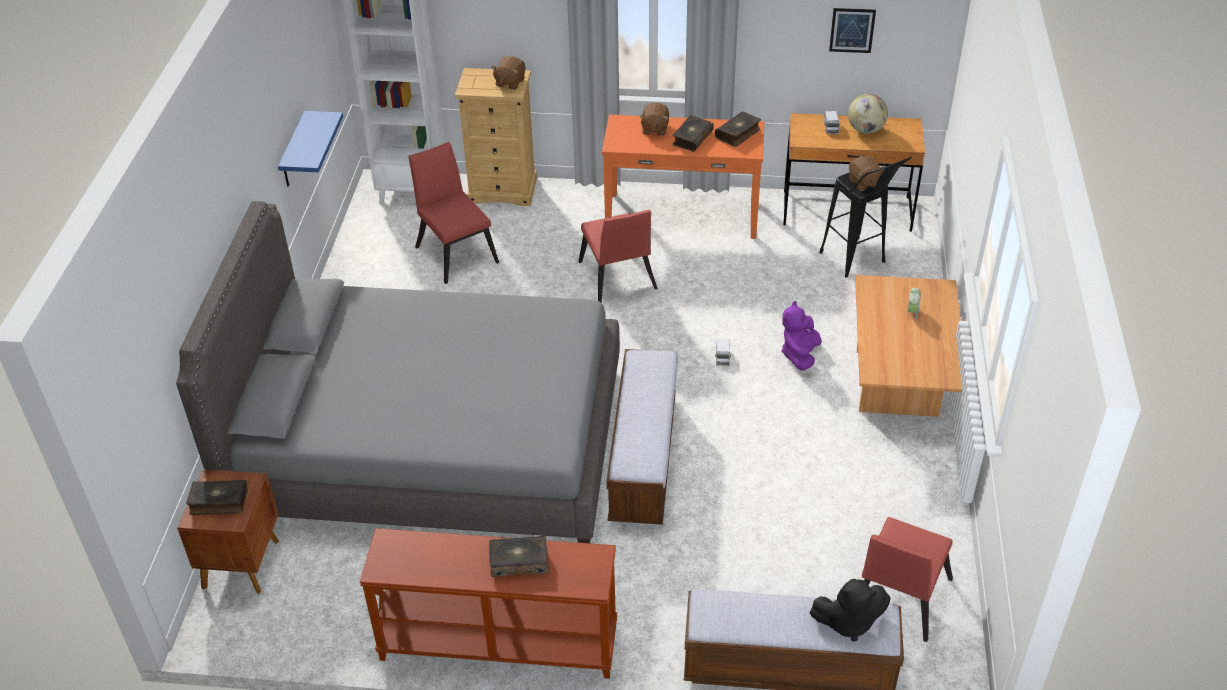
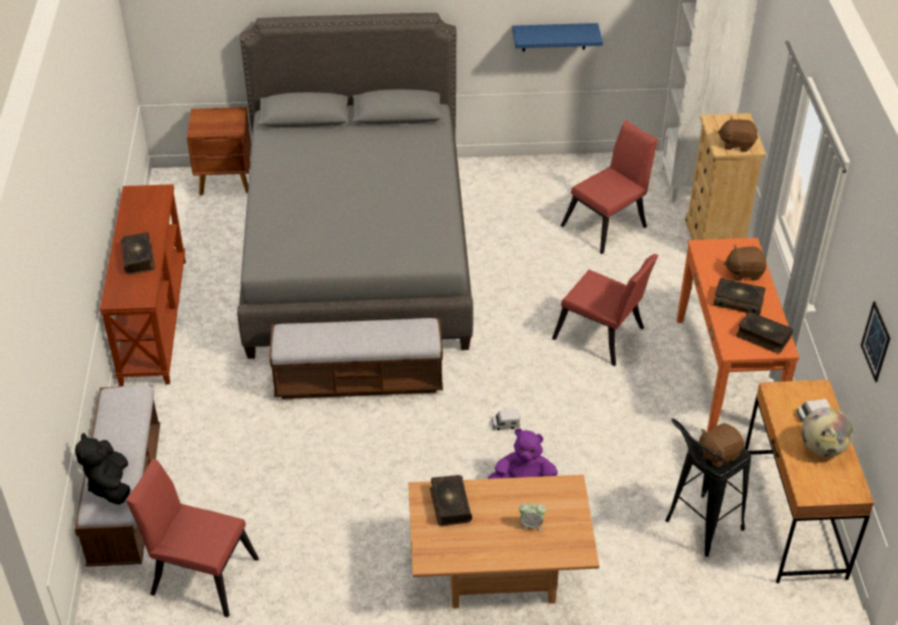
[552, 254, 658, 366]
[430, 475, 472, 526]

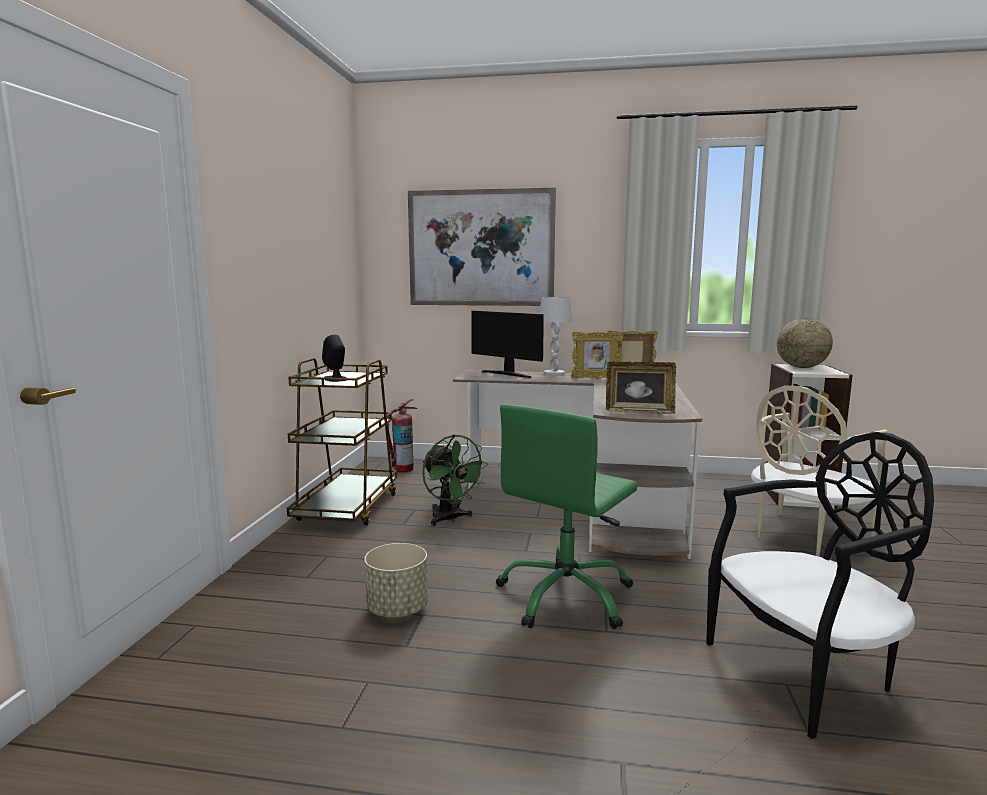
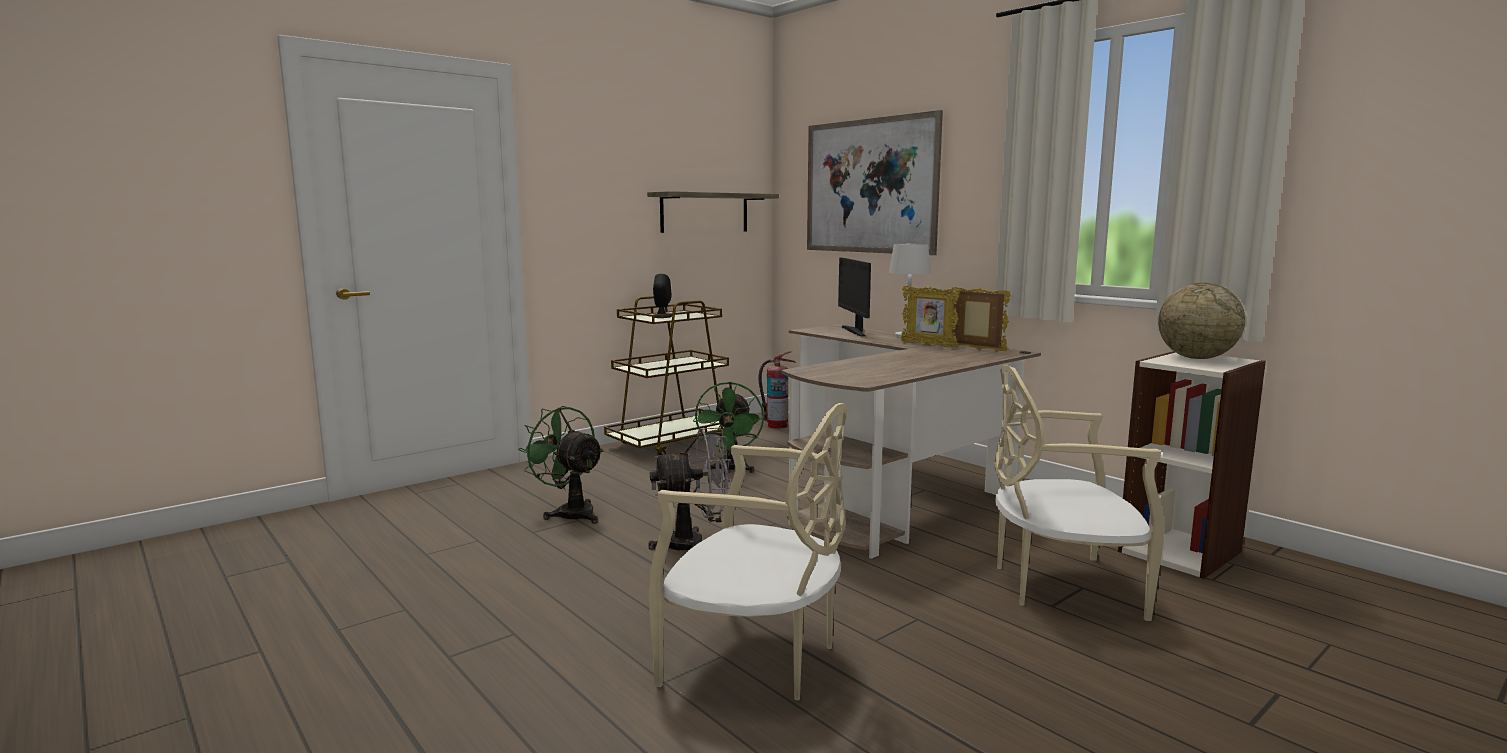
[606, 362, 676, 414] (first image)
[648, 428, 732, 551]
[648, 403, 848, 700]
[518, 406, 604, 524]
[647, 191, 779, 233]

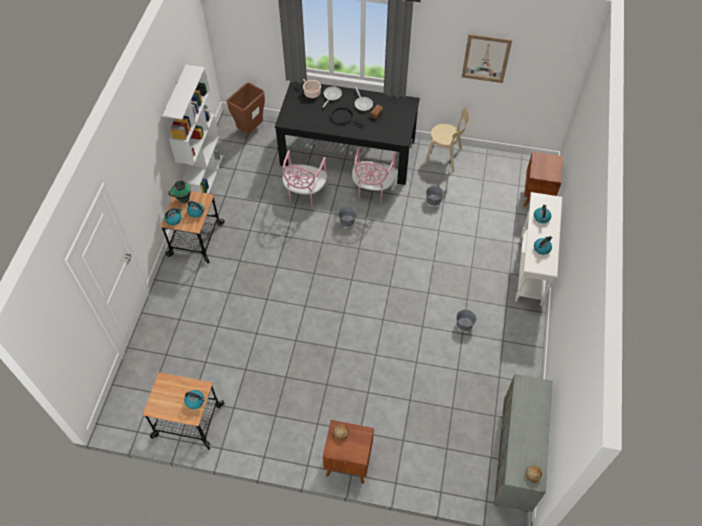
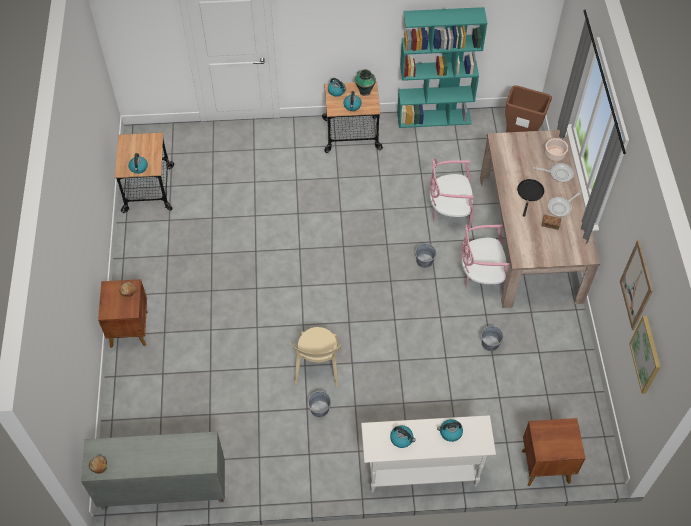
[397, 7, 487, 128]
[480, 130, 600, 308]
[289, 327, 341, 387]
[629, 316, 661, 394]

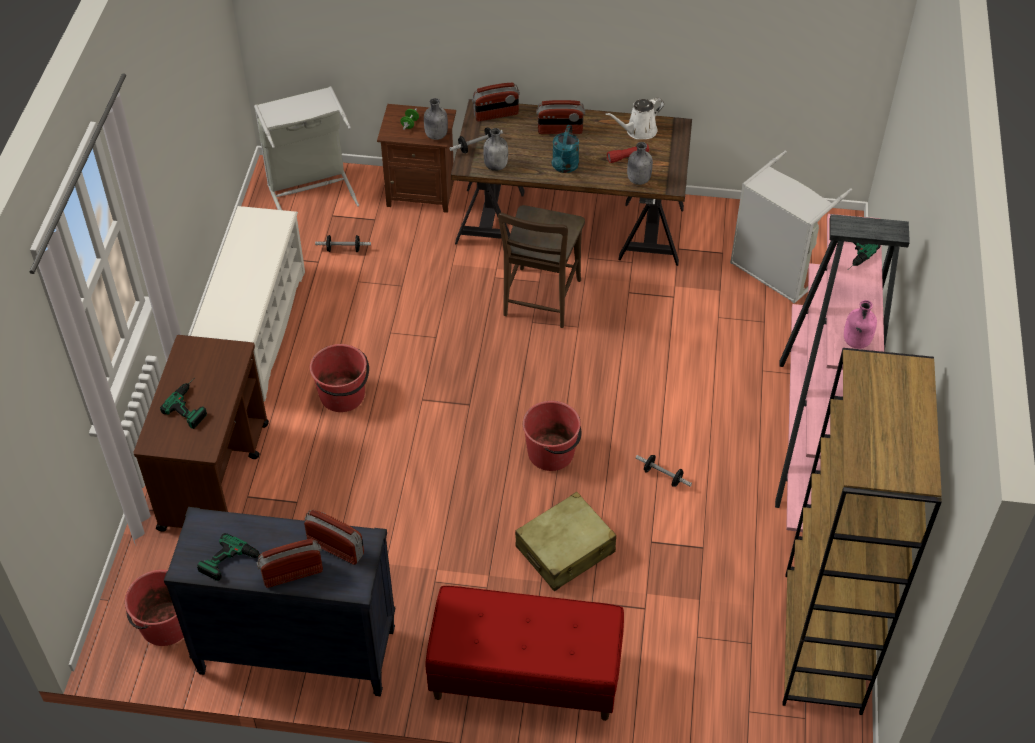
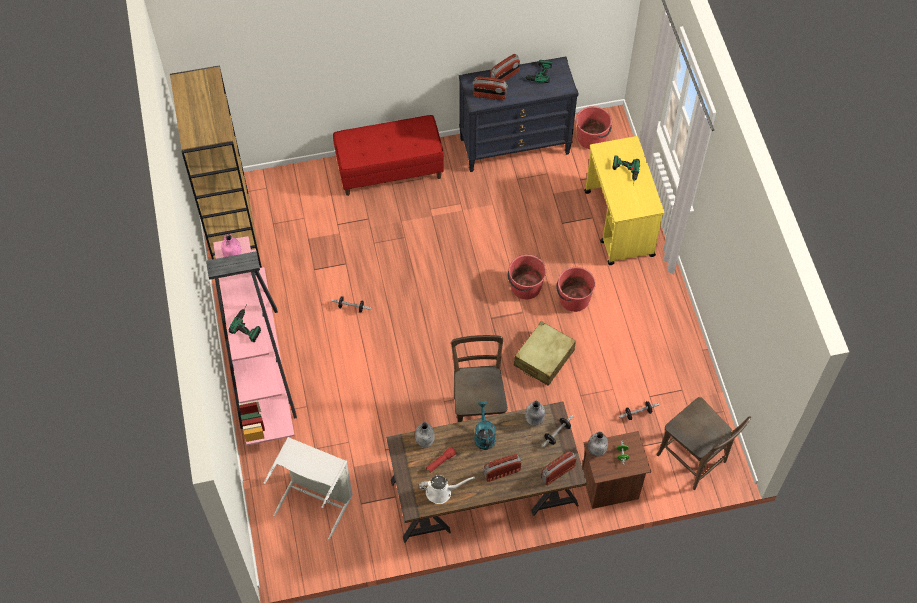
[656, 397, 751, 490]
[419, 475, 475, 504]
[191, 206, 305, 402] (first image)
[584, 136, 664, 265]
[508, 254, 546, 300]
[514, 321, 576, 386]

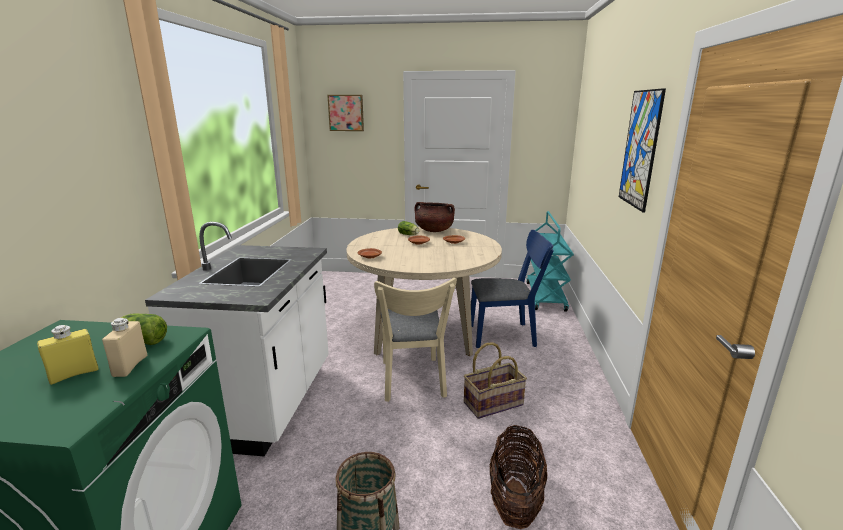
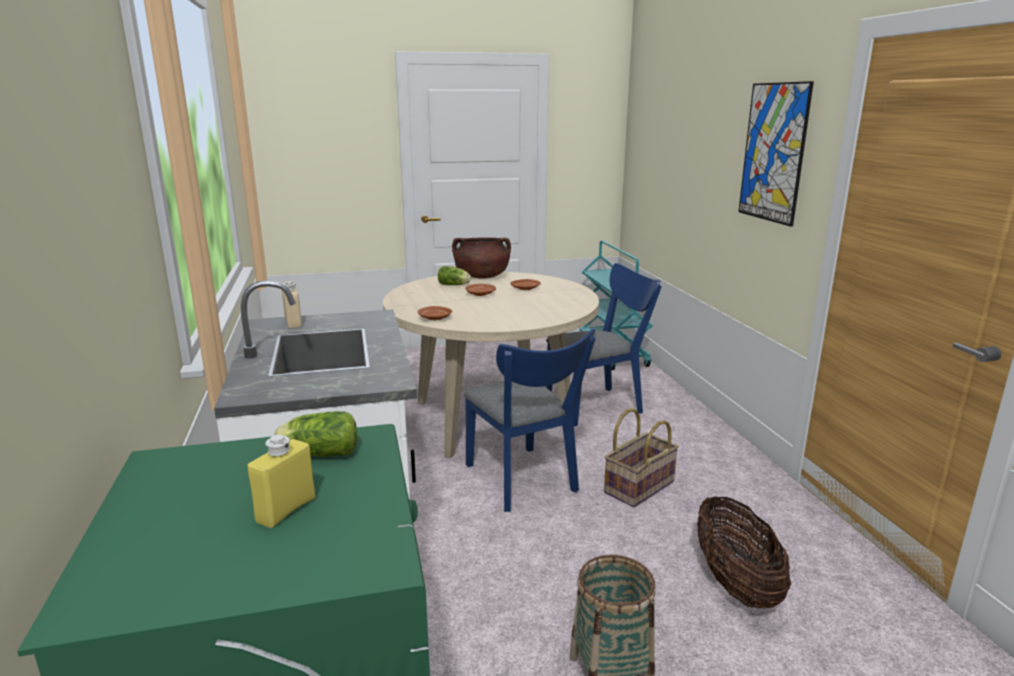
[327, 95, 364, 131] (first image)
[464, 328, 595, 512]
[282, 281, 302, 328]

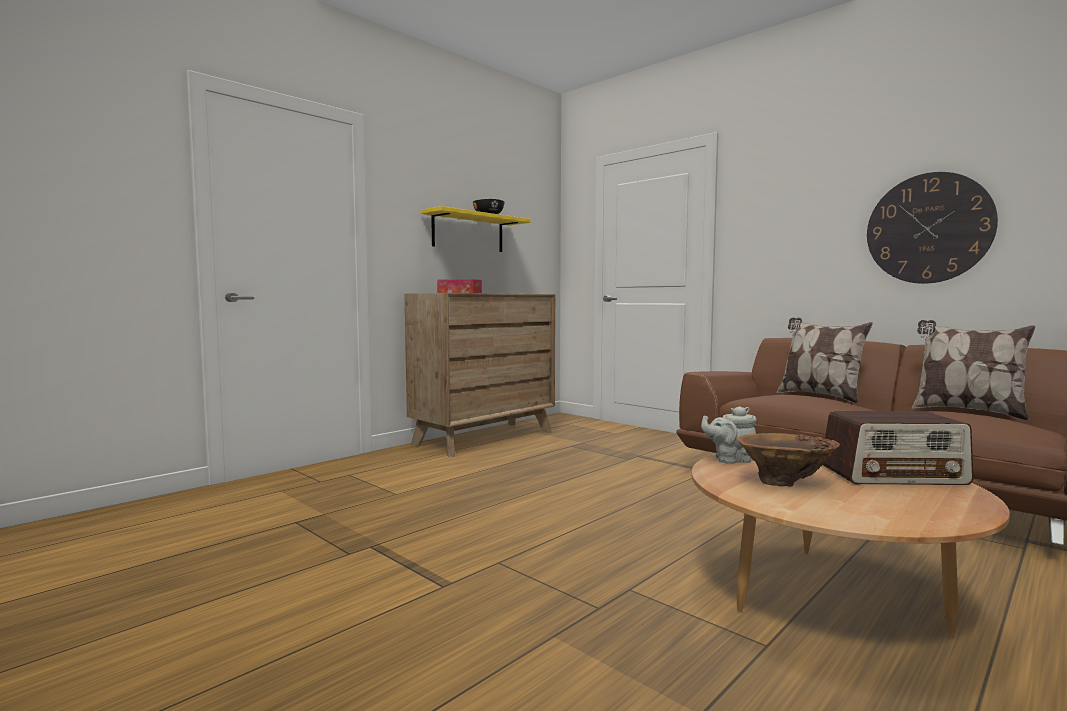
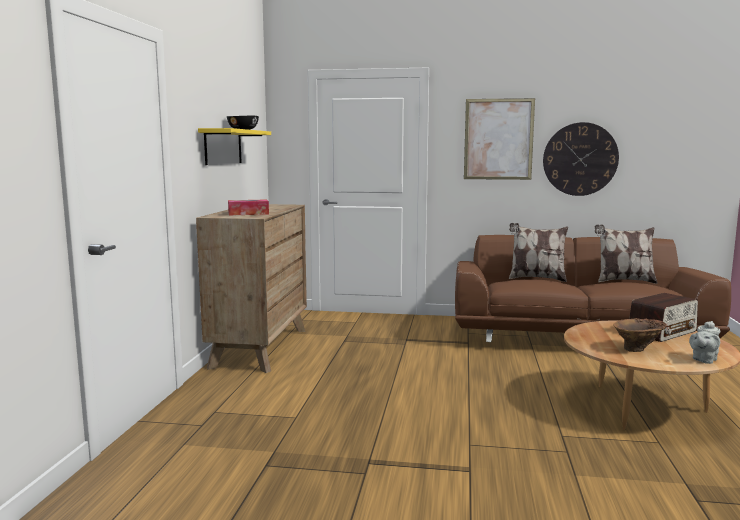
[689, 321, 720, 364]
[464, 98, 535, 180]

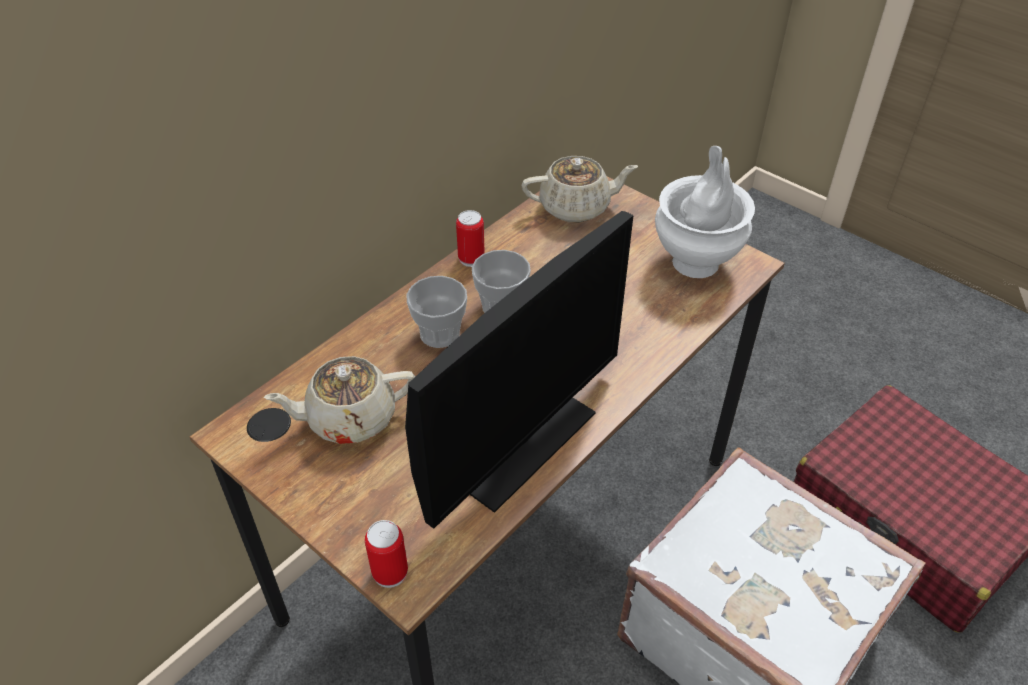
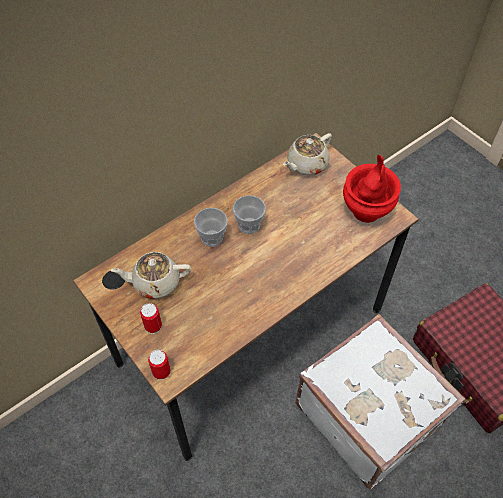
[343, 155, 401, 223]
[283, 133, 332, 175]
[140, 303, 162, 334]
[405, 211, 634, 529] (first image)

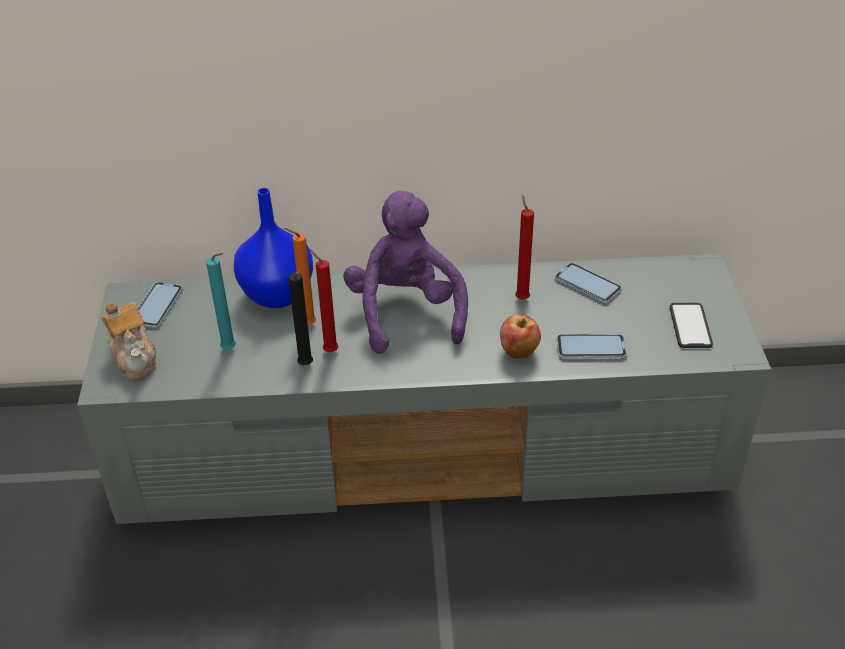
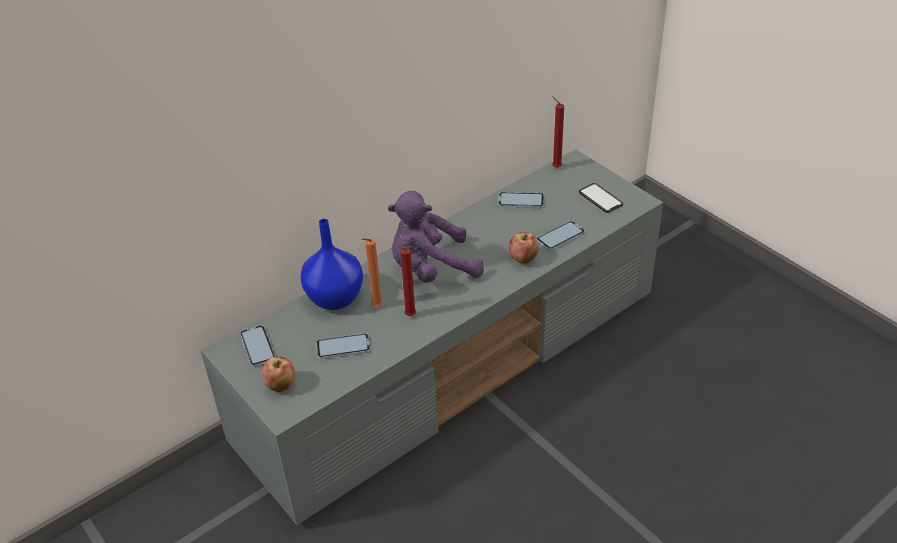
[388, 191, 484, 283]
[552, 96, 564, 168]
[316, 333, 370, 359]
[288, 272, 313, 365] (first image)
[262, 356, 295, 392]

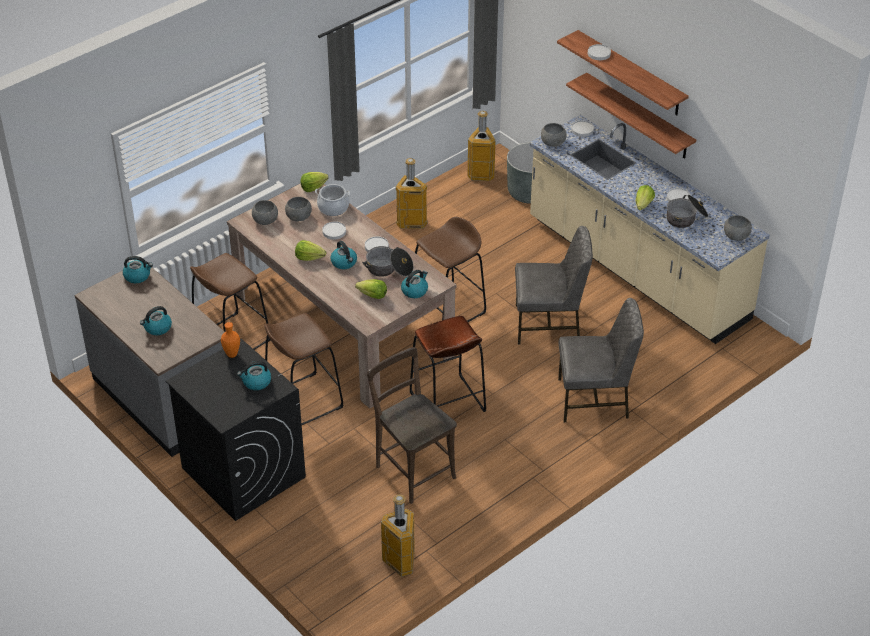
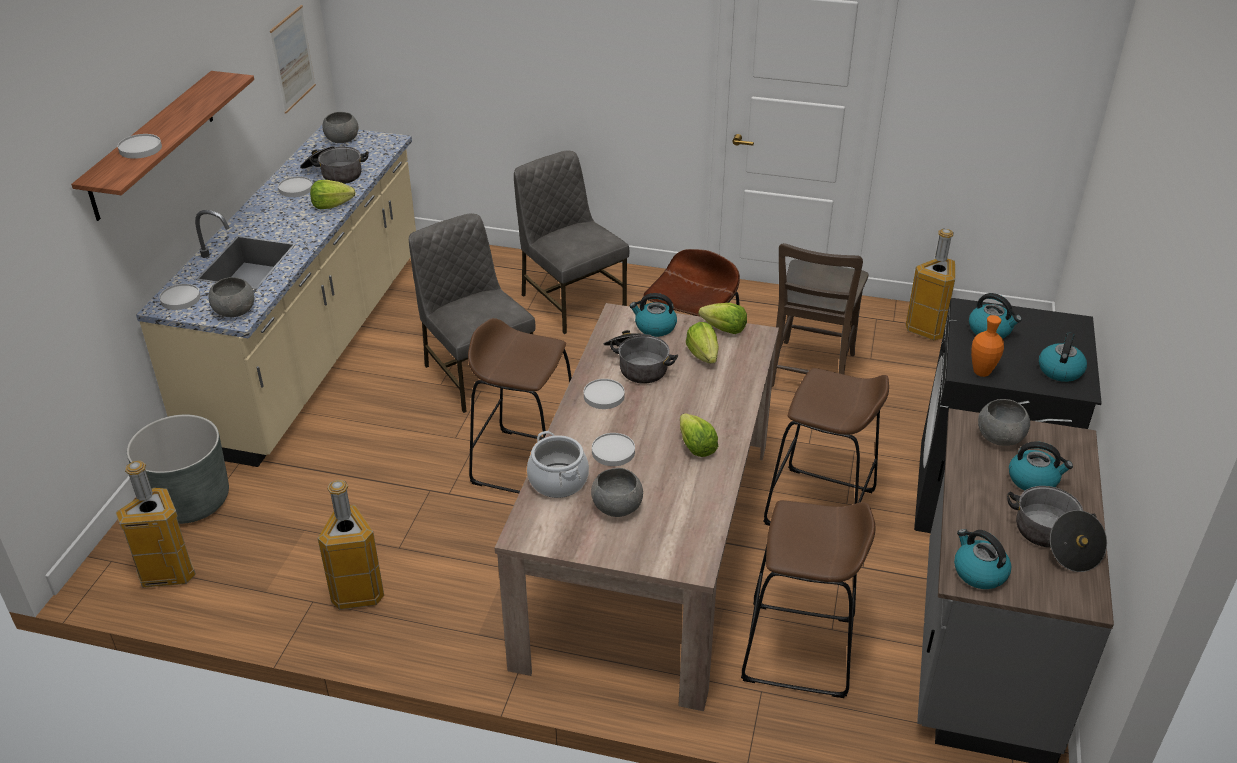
[566, 73, 696, 159] (first image)
[698, 303, 747, 334]
[978, 399, 1030, 446]
[1039, 332, 1087, 382]
[270, 5, 316, 114]
[1007, 486, 1107, 572]

